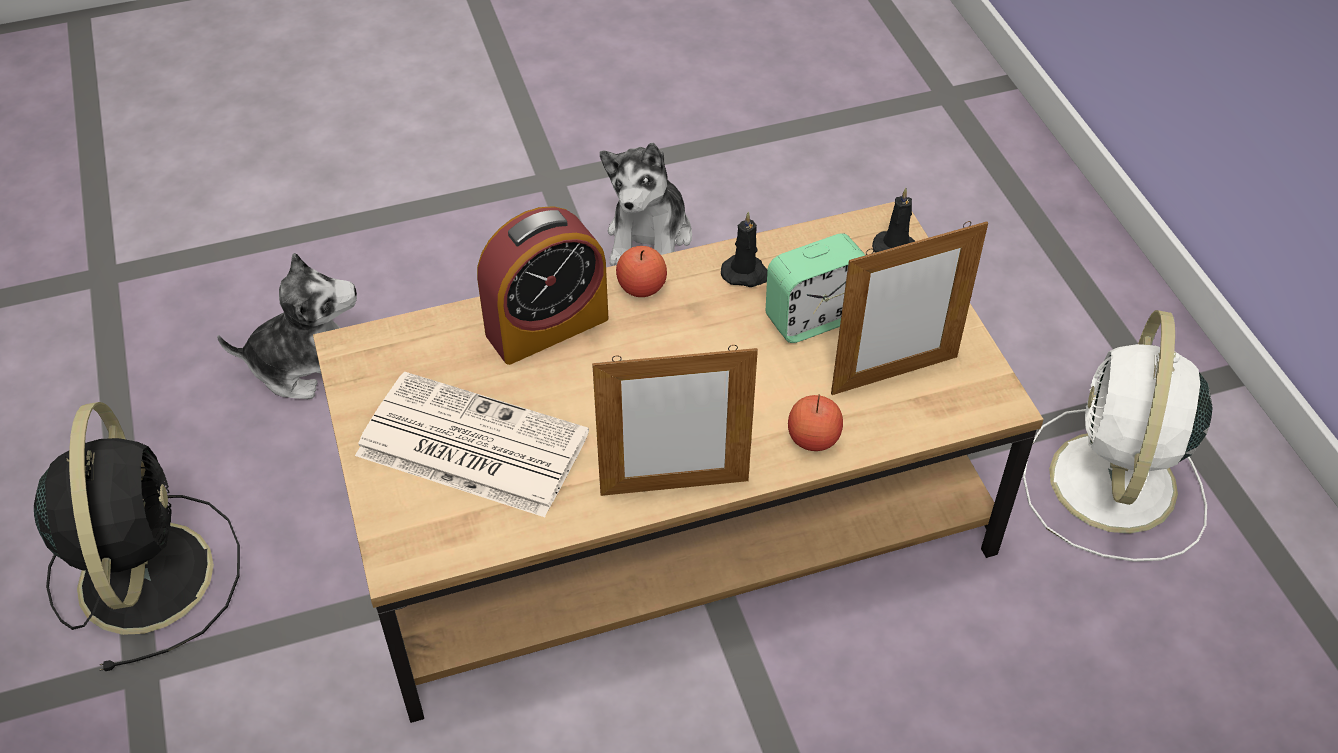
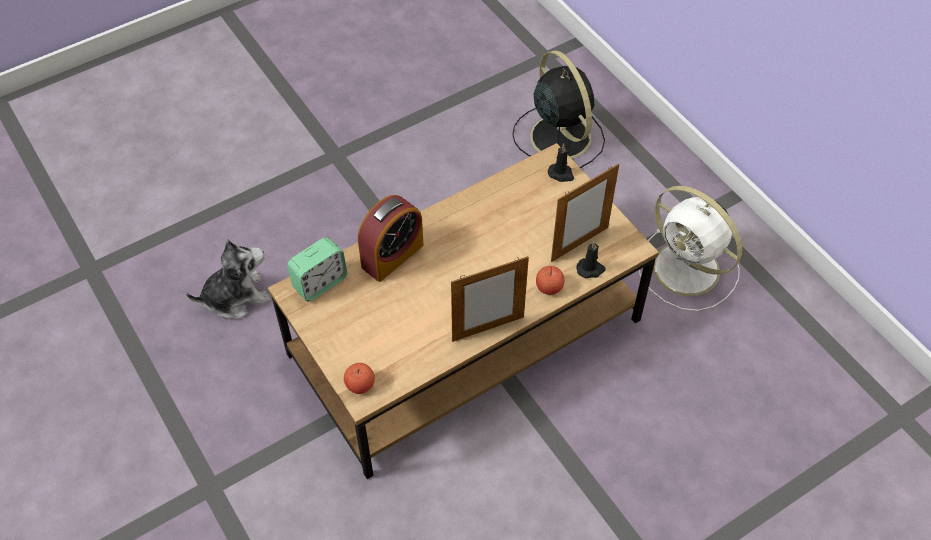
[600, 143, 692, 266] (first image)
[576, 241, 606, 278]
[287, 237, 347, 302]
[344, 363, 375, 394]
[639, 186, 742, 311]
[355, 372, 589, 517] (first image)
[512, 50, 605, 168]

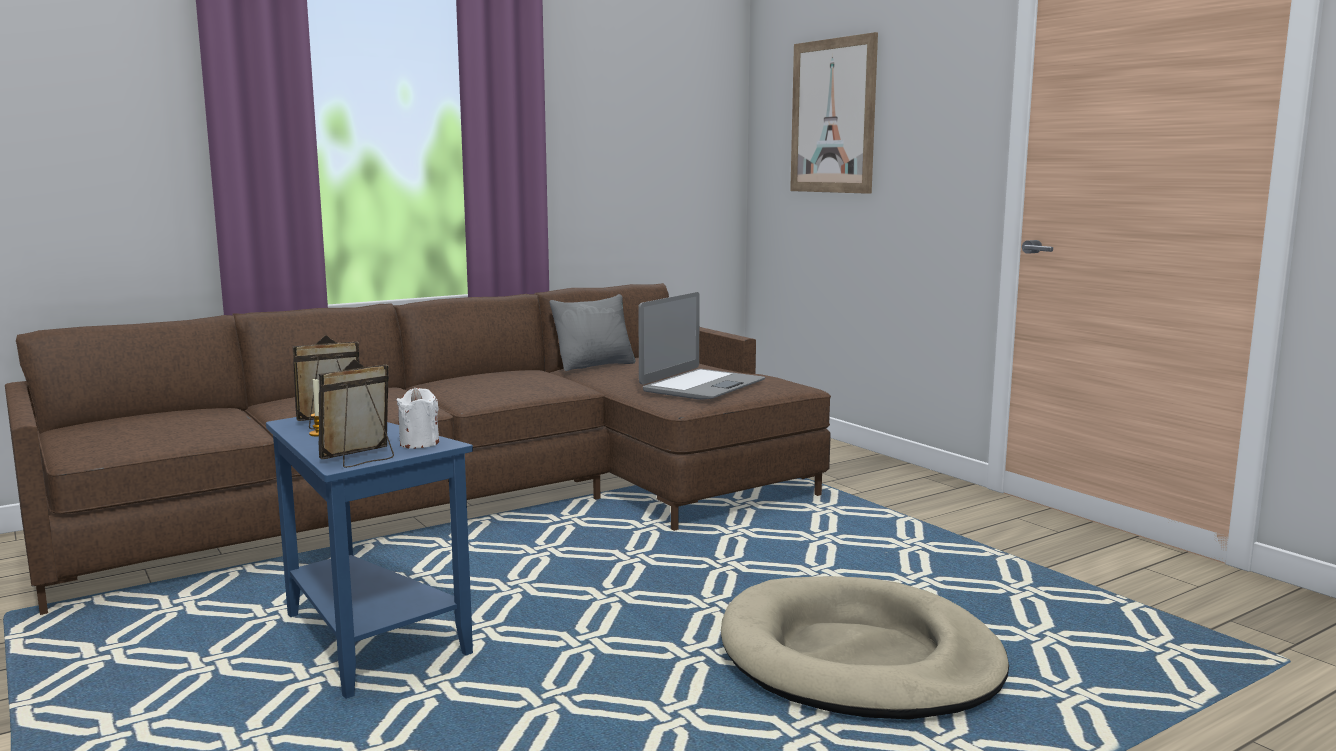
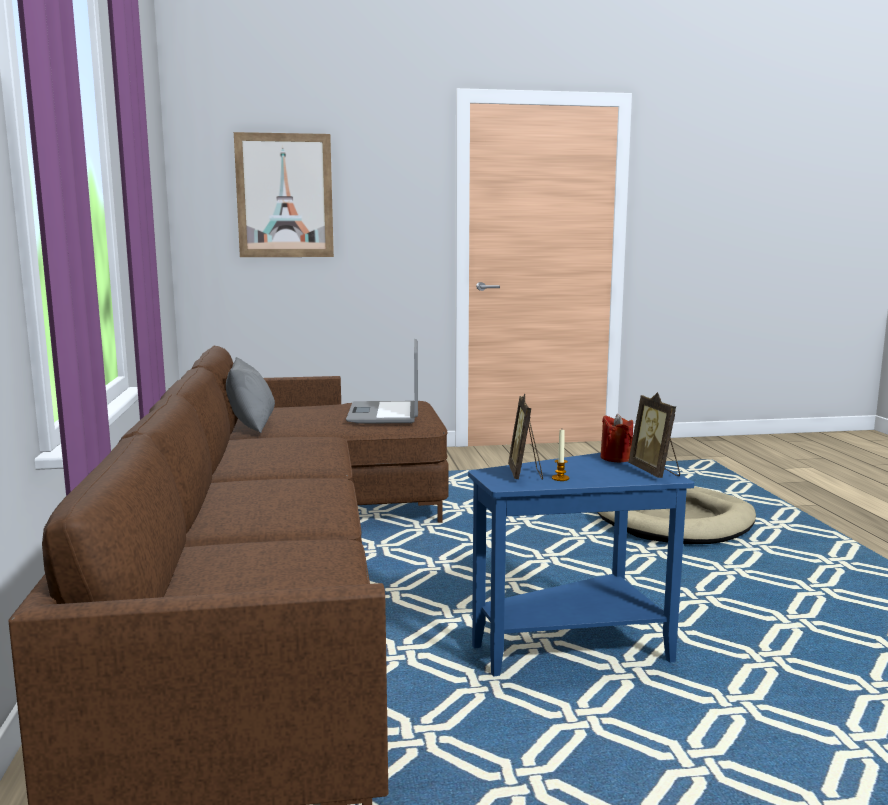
[346, 339, 418, 424]
[600, 414, 633, 463]

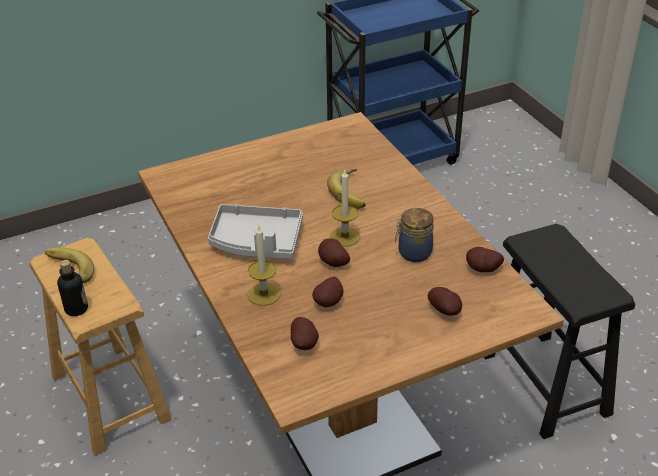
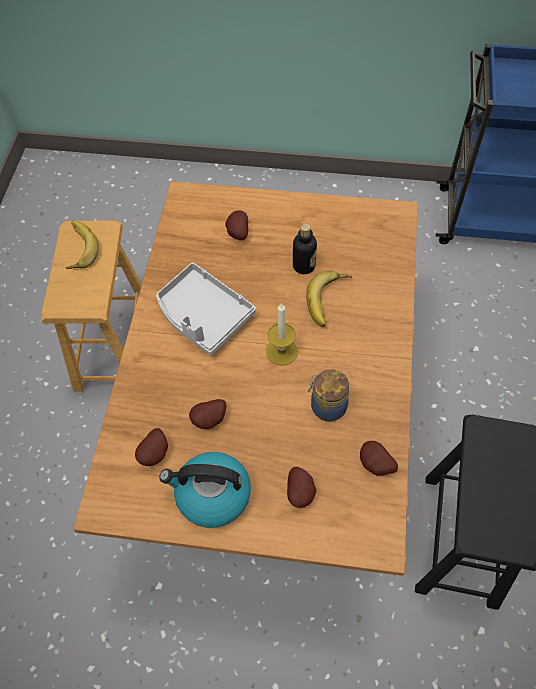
[248, 224, 281, 306] (first image)
[225, 210, 248, 240]
[293, 223, 317, 274]
[159, 452, 251, 528]

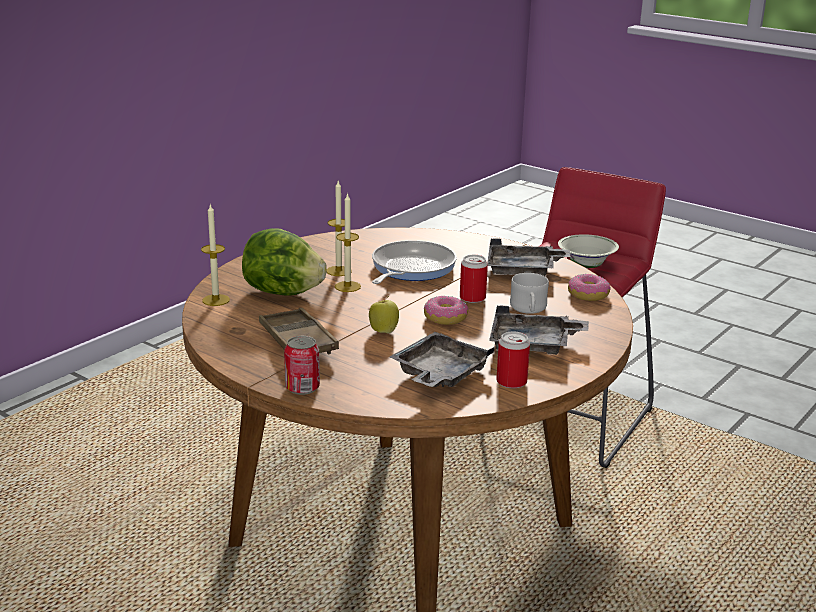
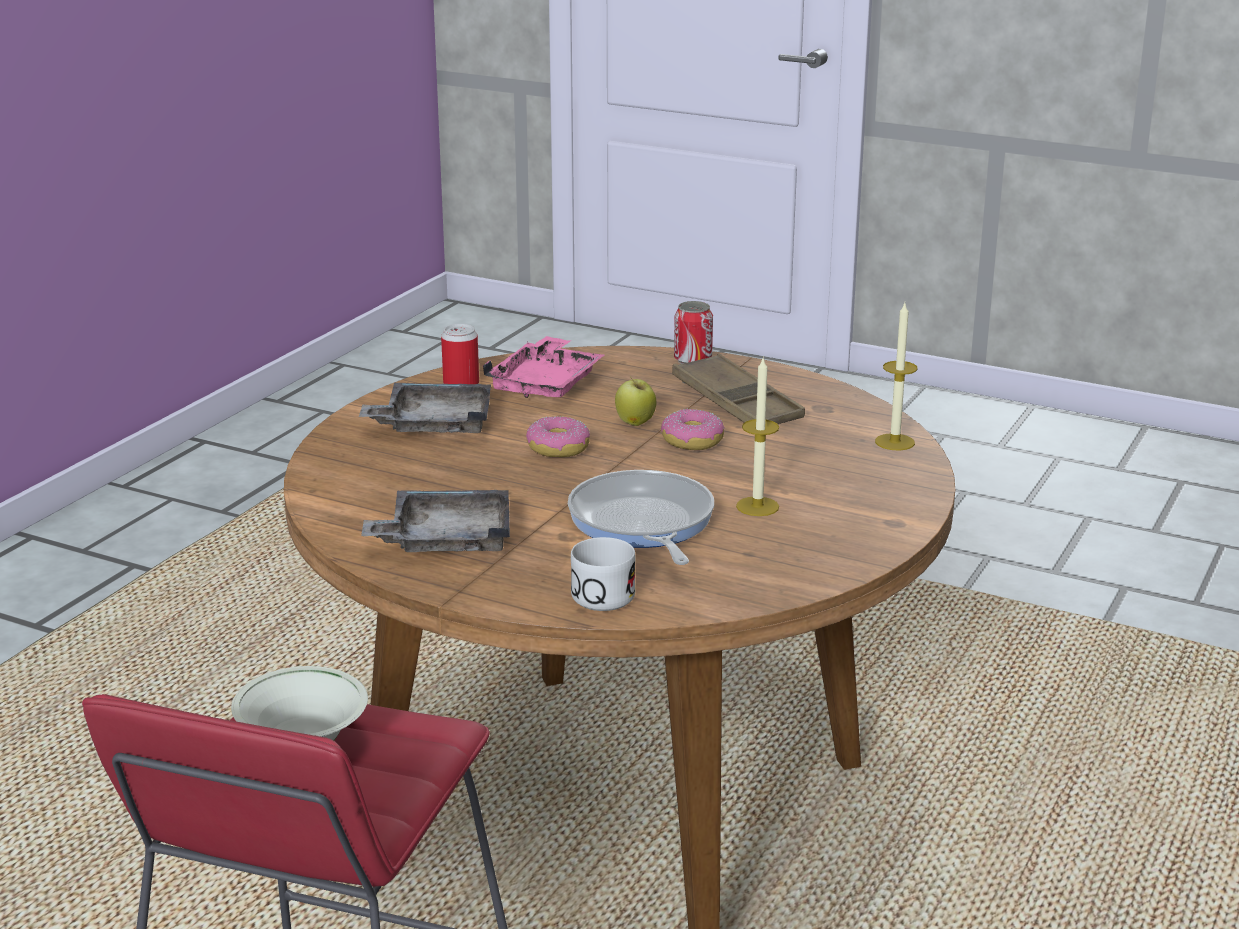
[335, 193, 361, 292] (first image)
[242, 228, 327, 296] (first image)
[568, 470, 714, 565]
[460, 255, 488, 303] (first image)
[571, 537, 636, 611]
[661, 409, 725, 450]
[483, 336, 604, 398]

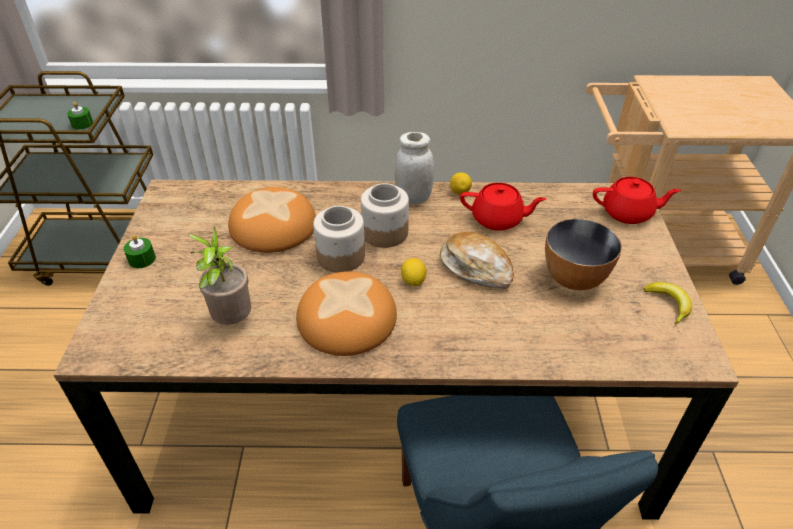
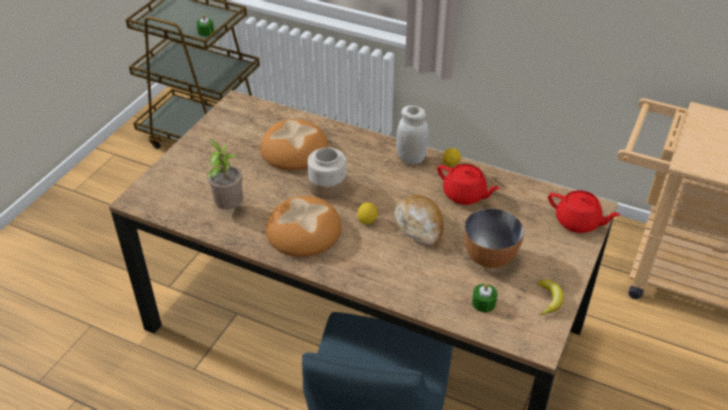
[361, 183, 409, 248] (first image)
[472, 283, 497, 312]

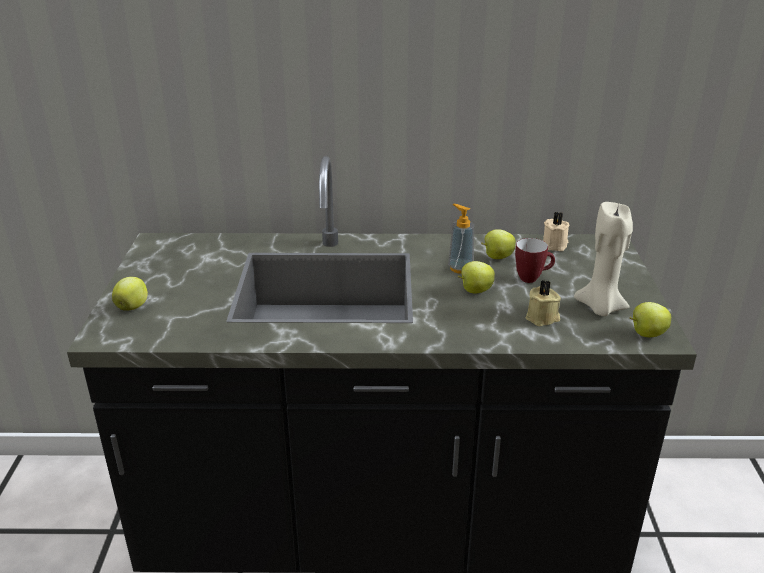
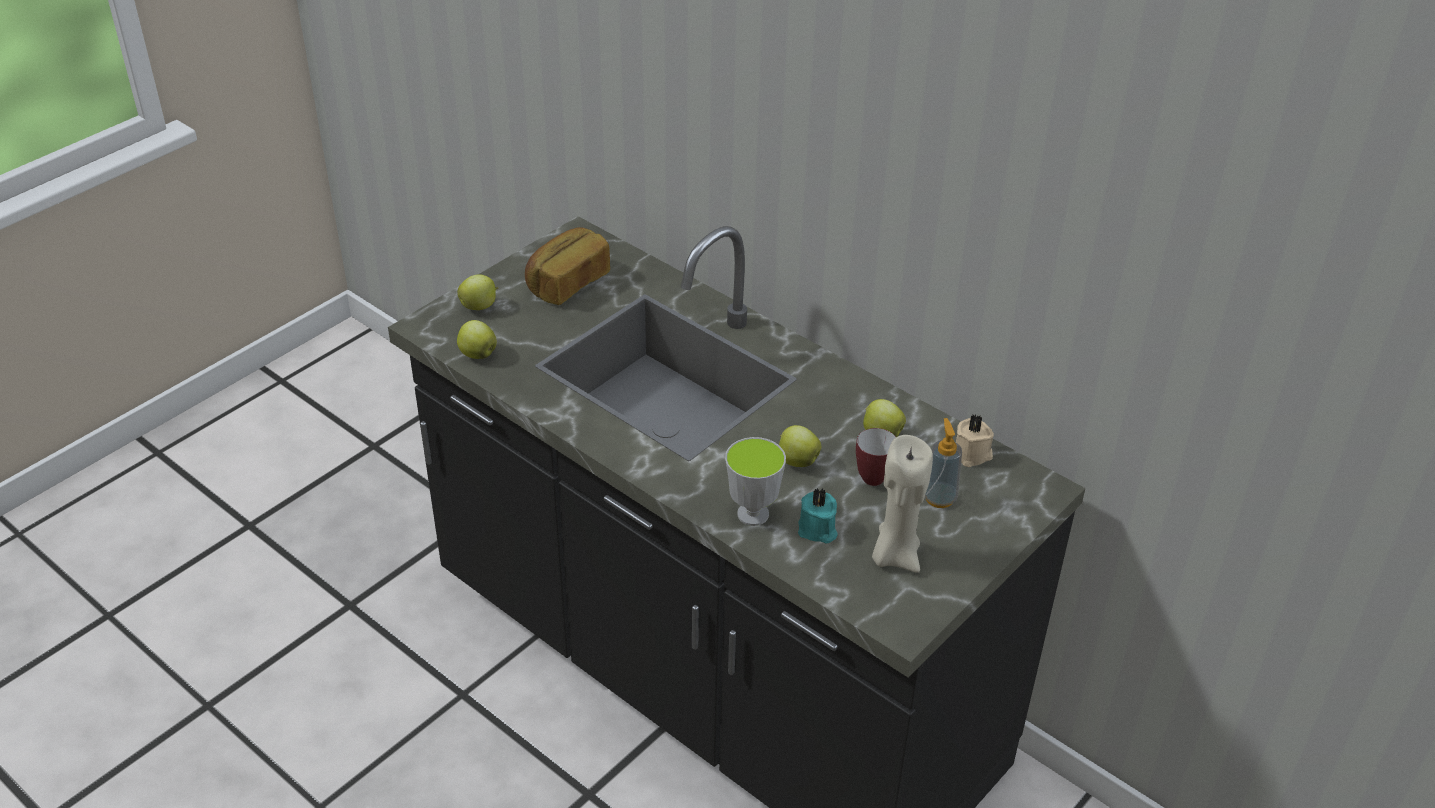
[925, 418, 962, 508]
[798, 488, 837, 544]
[457, 320, 497, 359]
[525, 227, 610, 305]
[725, 437, 786, 526]

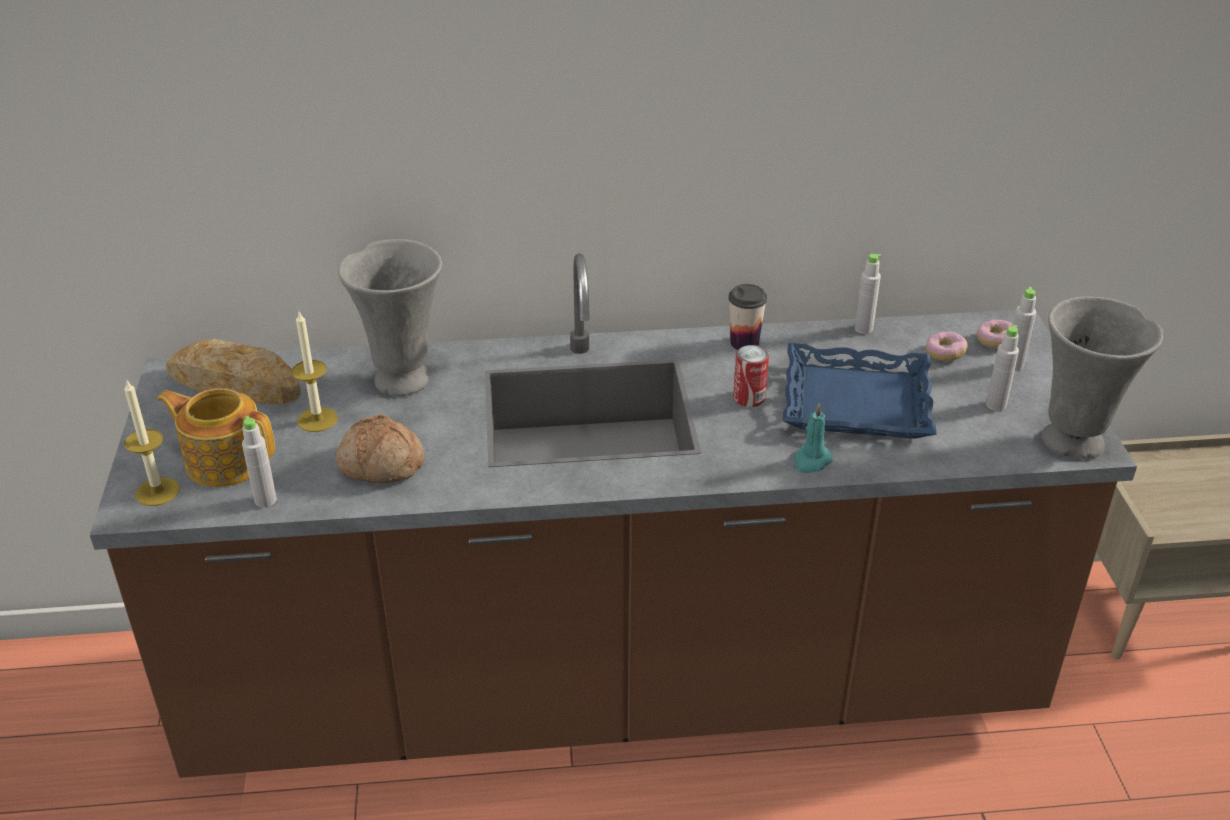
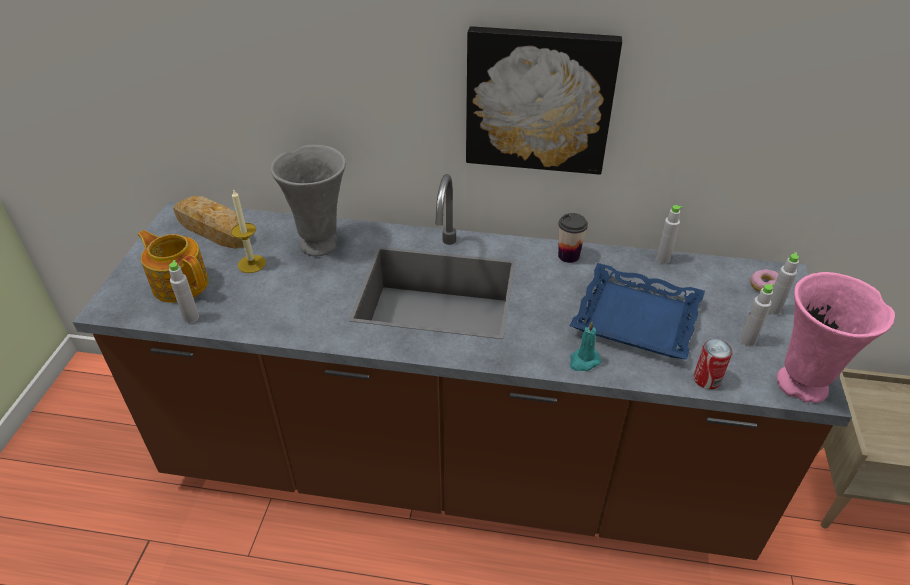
[777, 272, 895, 403]
[926, 332, 968, 361] (first image)
[694, 339, 732, 389]
[124, 381, 180, 506] (first image)
[336, 414, 425, 483] (first image)
[466, 26, 622, 175]

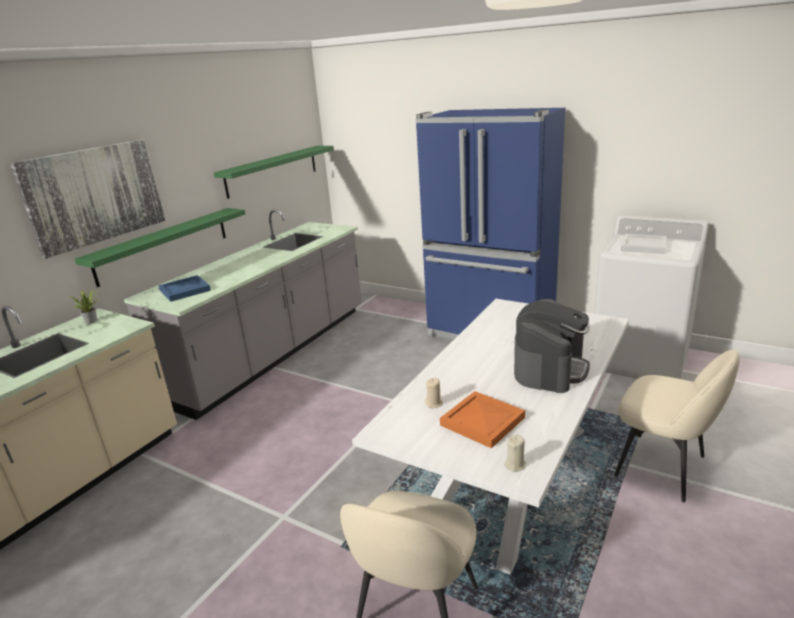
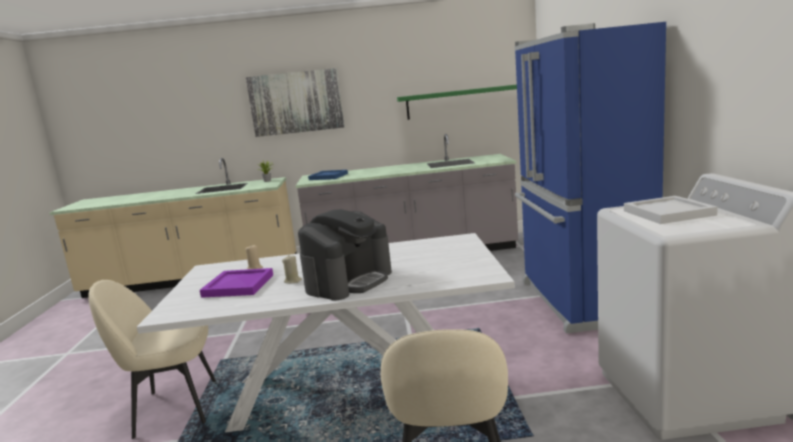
[75, 208, 245, 287] (first image)
[298, 209, 392, 301]
[200, 268, 273, 298]
[282, 256, 302, 284]

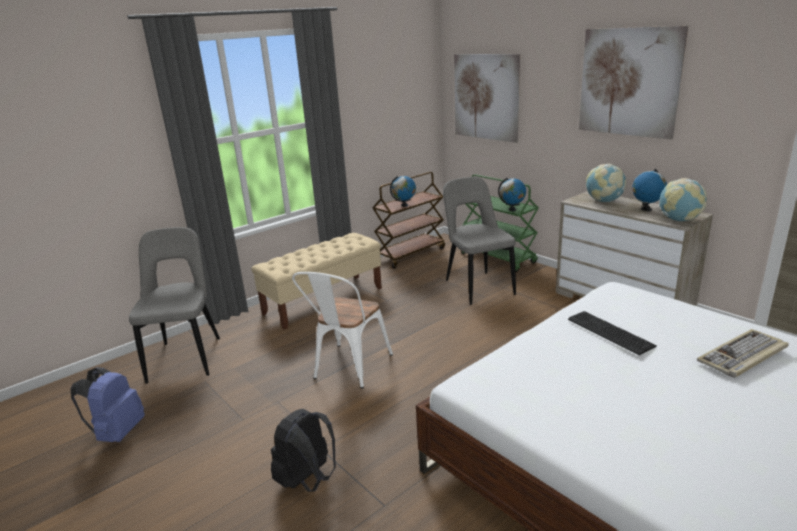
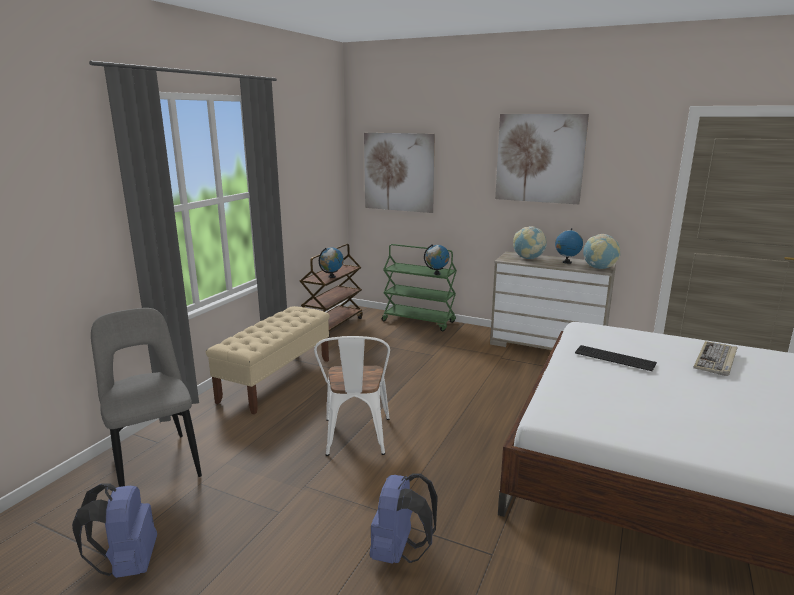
[443, 177, 516, 305] (first image)
[370, 473, 438, 564]

